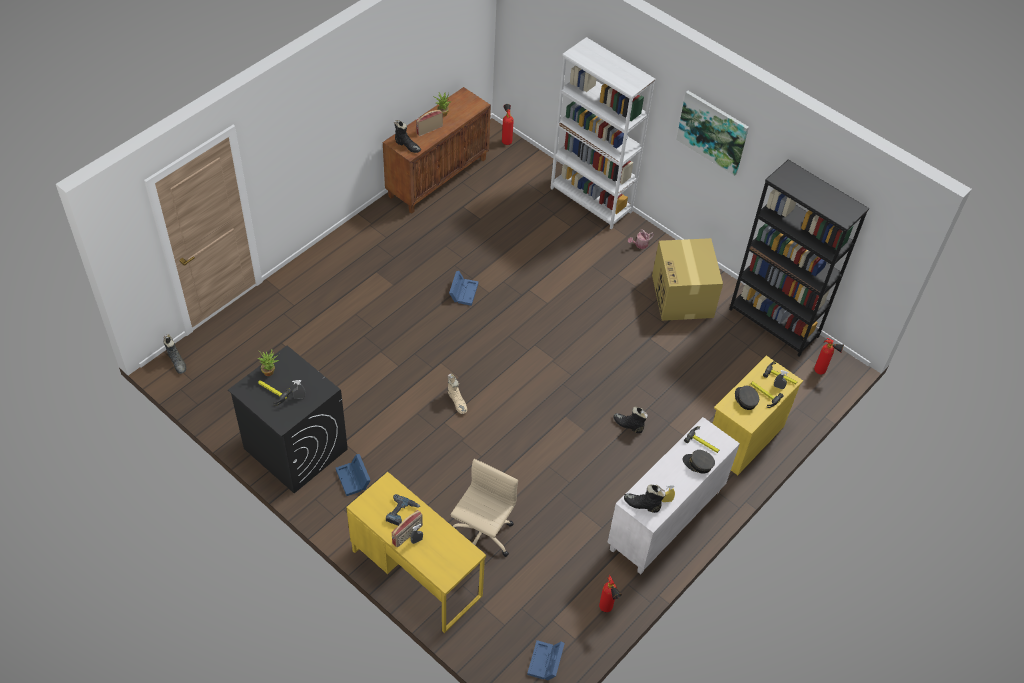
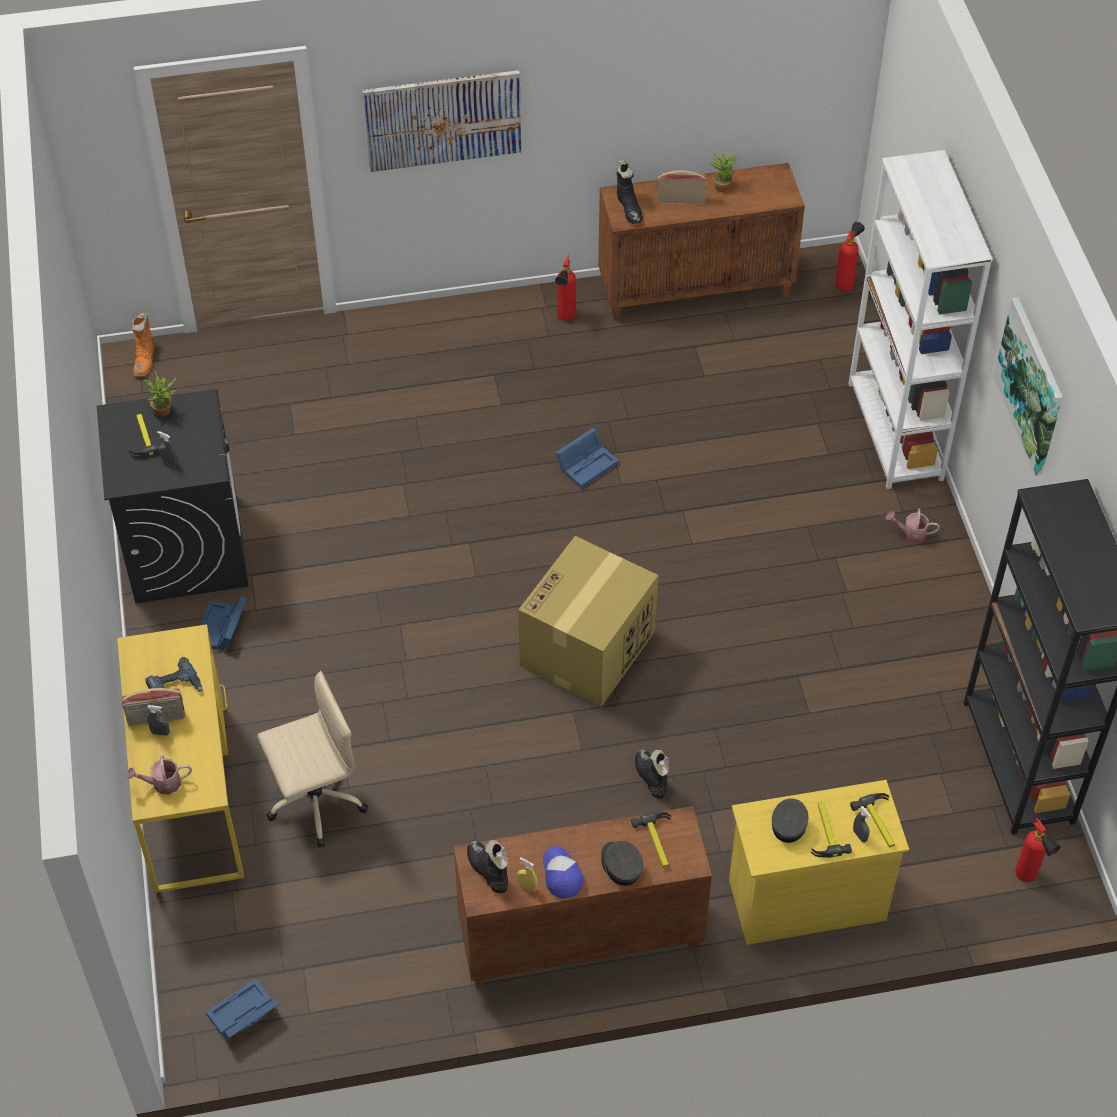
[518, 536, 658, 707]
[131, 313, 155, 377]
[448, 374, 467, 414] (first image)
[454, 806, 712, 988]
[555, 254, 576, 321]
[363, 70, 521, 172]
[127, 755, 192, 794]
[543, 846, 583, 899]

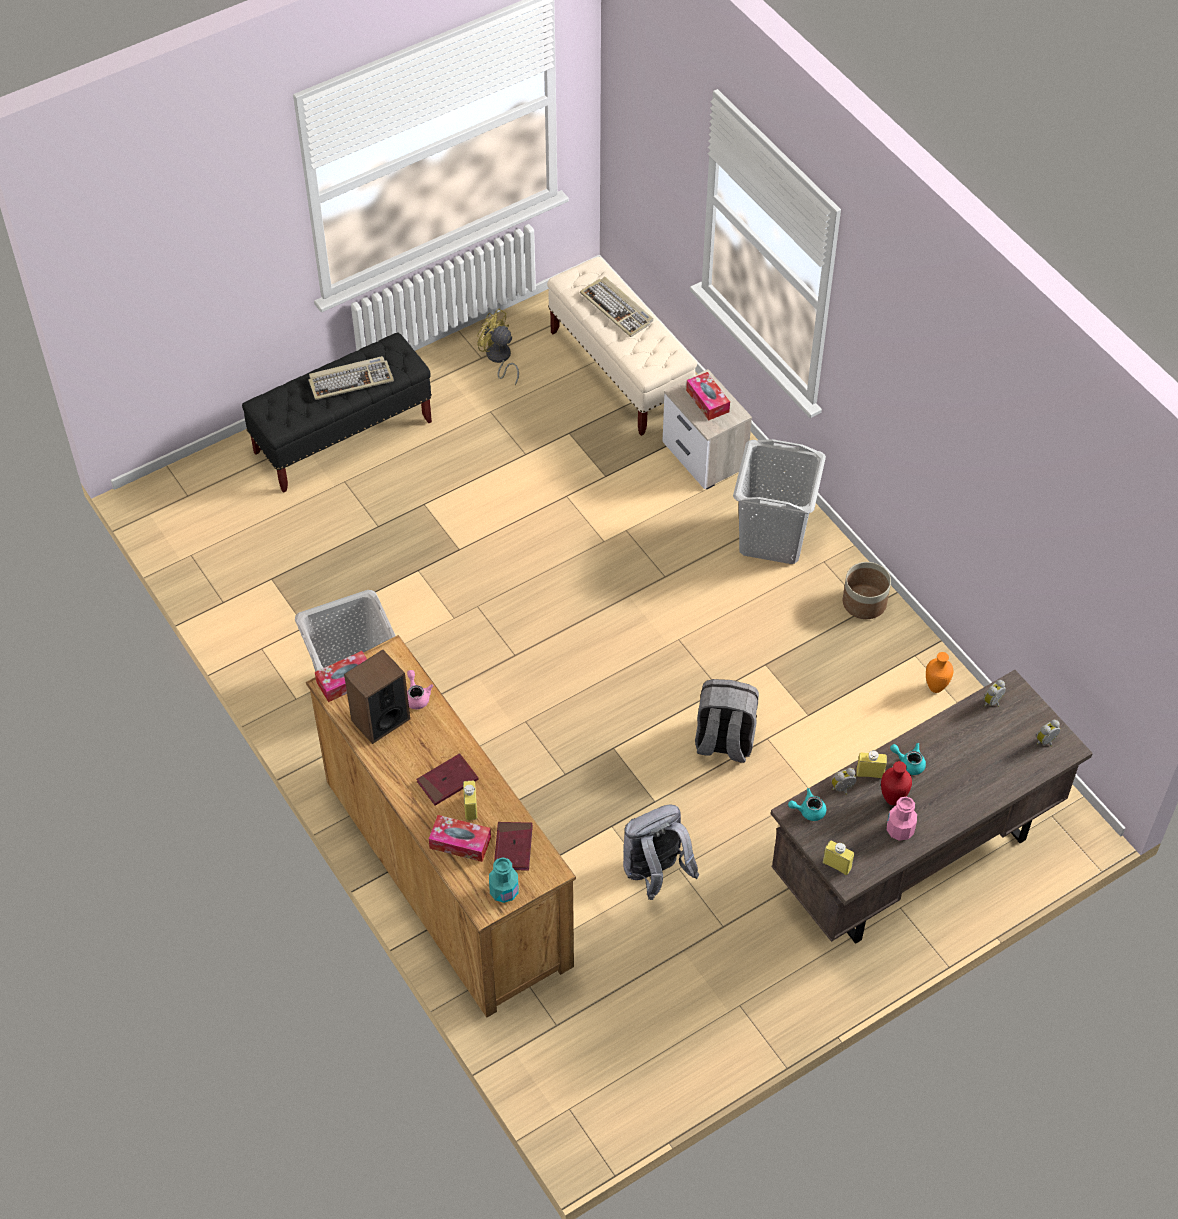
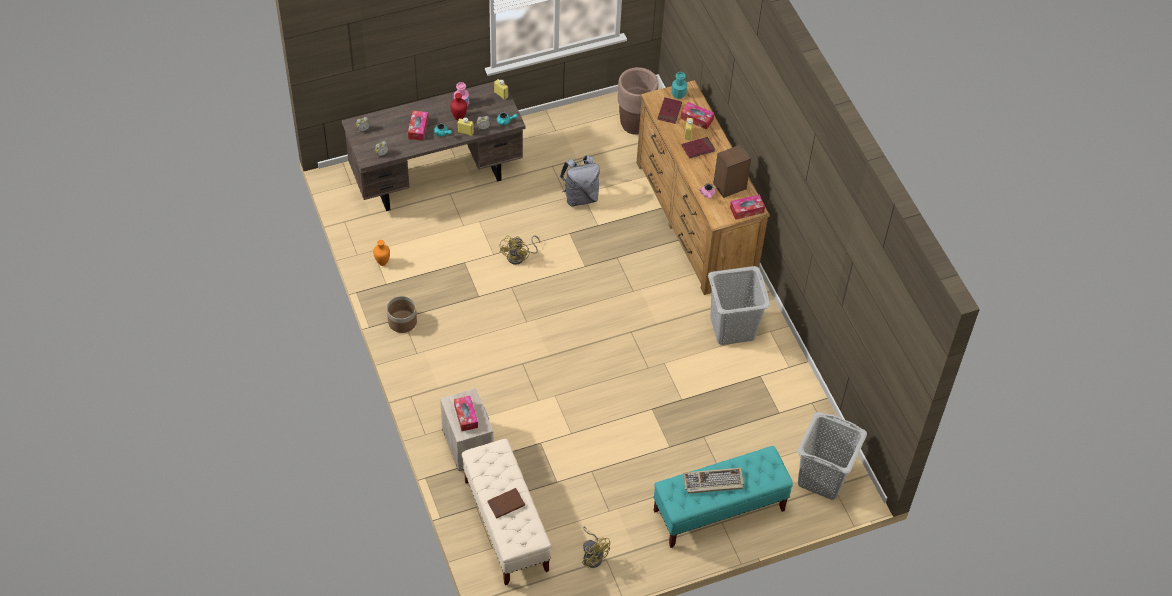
[488, 488, 525, 519]
[653, 446, 793, 548]
[797, 412, 867, 500]
[499, 235, 540, 265]
[618, 67, 658, 135]
[408, 111, 428, 141]

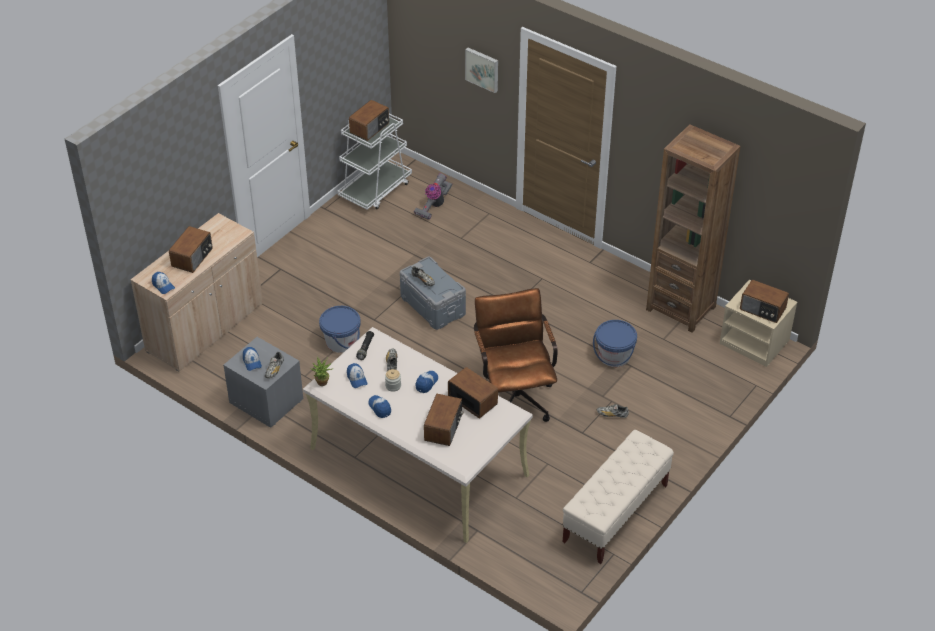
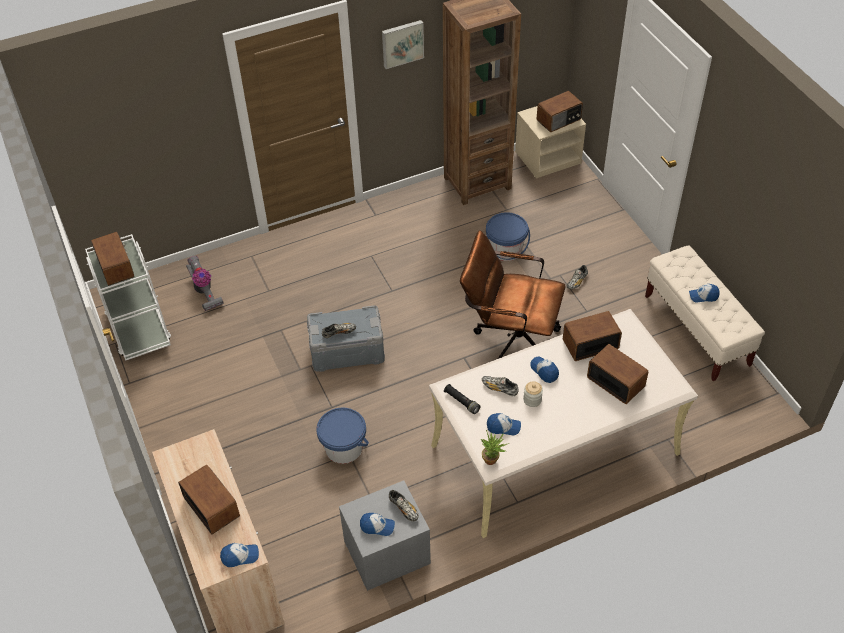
[382, 20, 424, 69]
[689, 284, 720, 303]

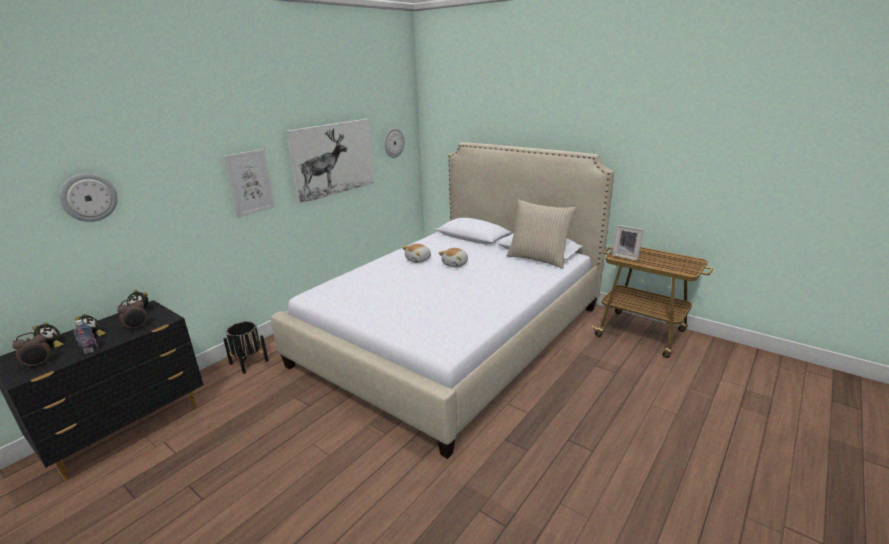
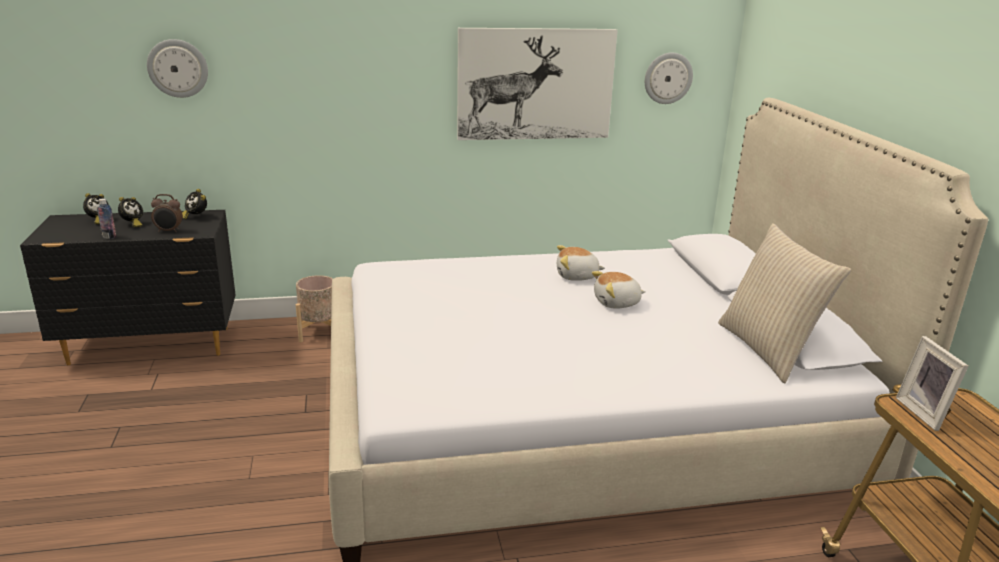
[224, 149, 275, 217] (first image)
[296, 275, 333, 342]
[12, 332, 50, 369] (first image)

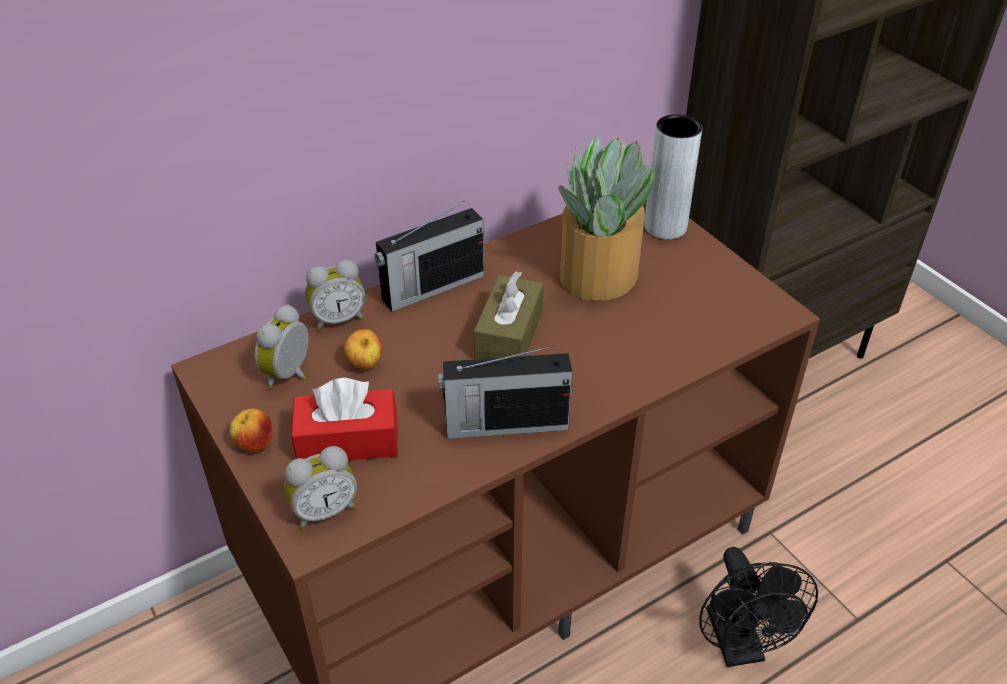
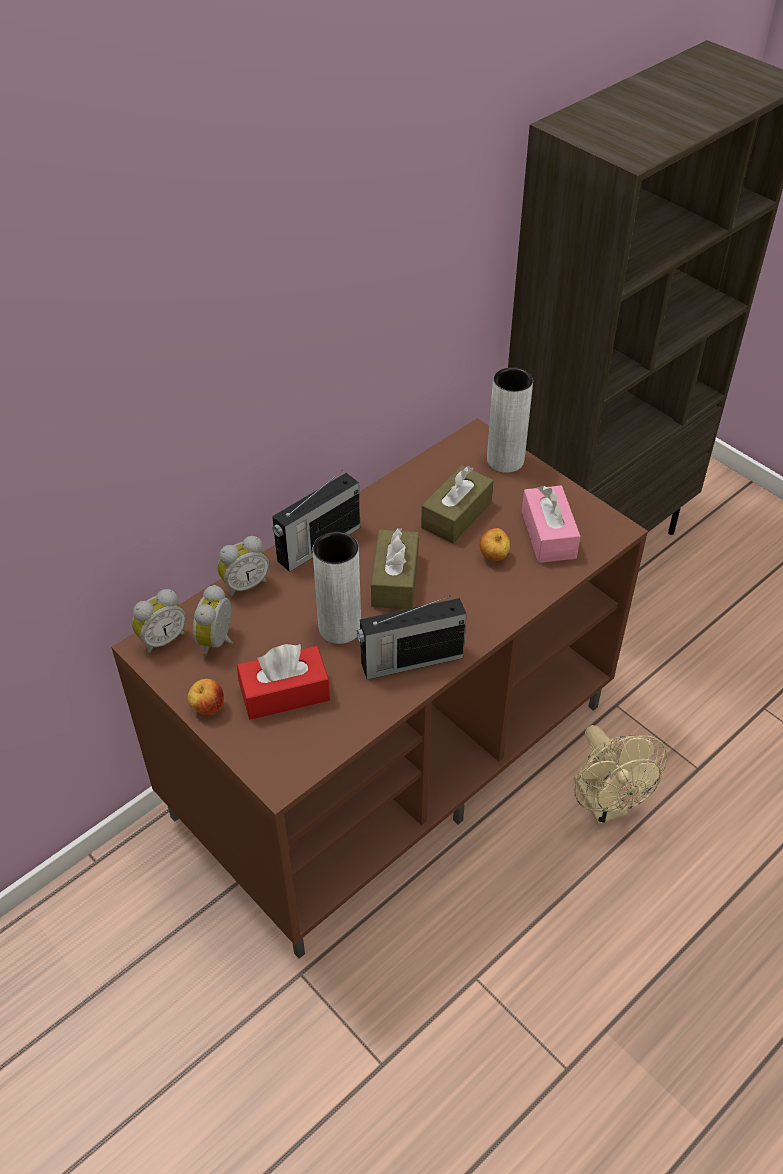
[421, 465, 493, 543]
[480, 528, 510, 561]
[132, 589, 186, 655]
[574, 725, 667, 825]
[522, 486, 580, 563]
[313, 532, 361, 644]

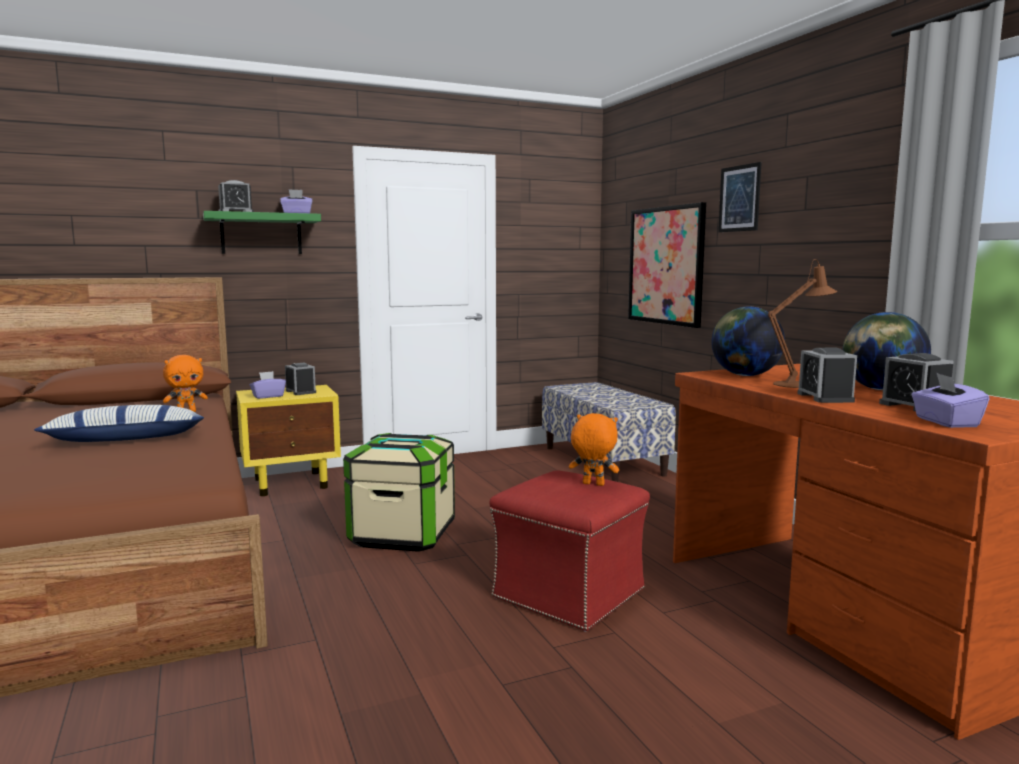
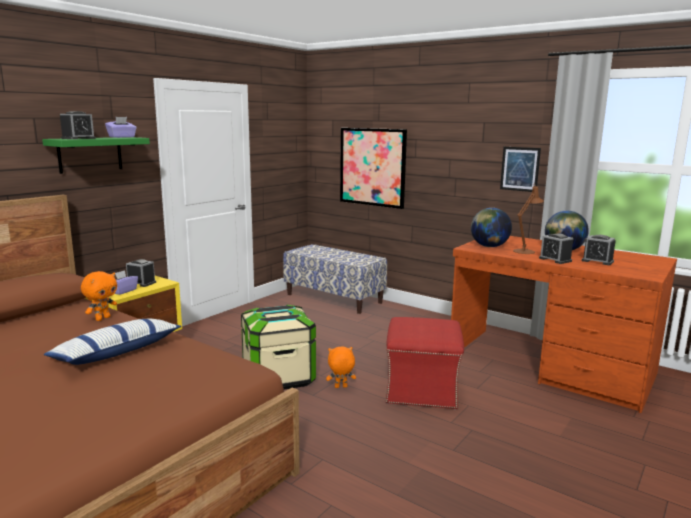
[500, 147, 541, 192]
[911, 373, 990, 428] (first image)
[326, 347, 356, 388]

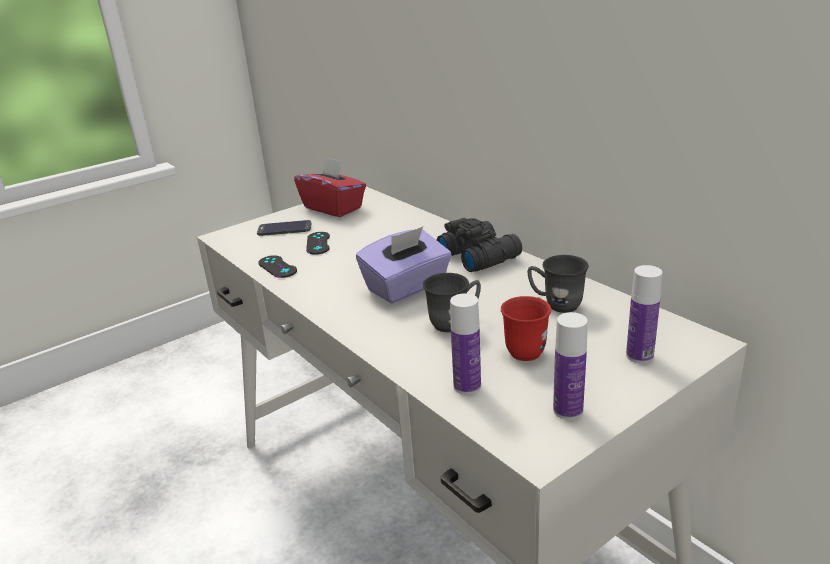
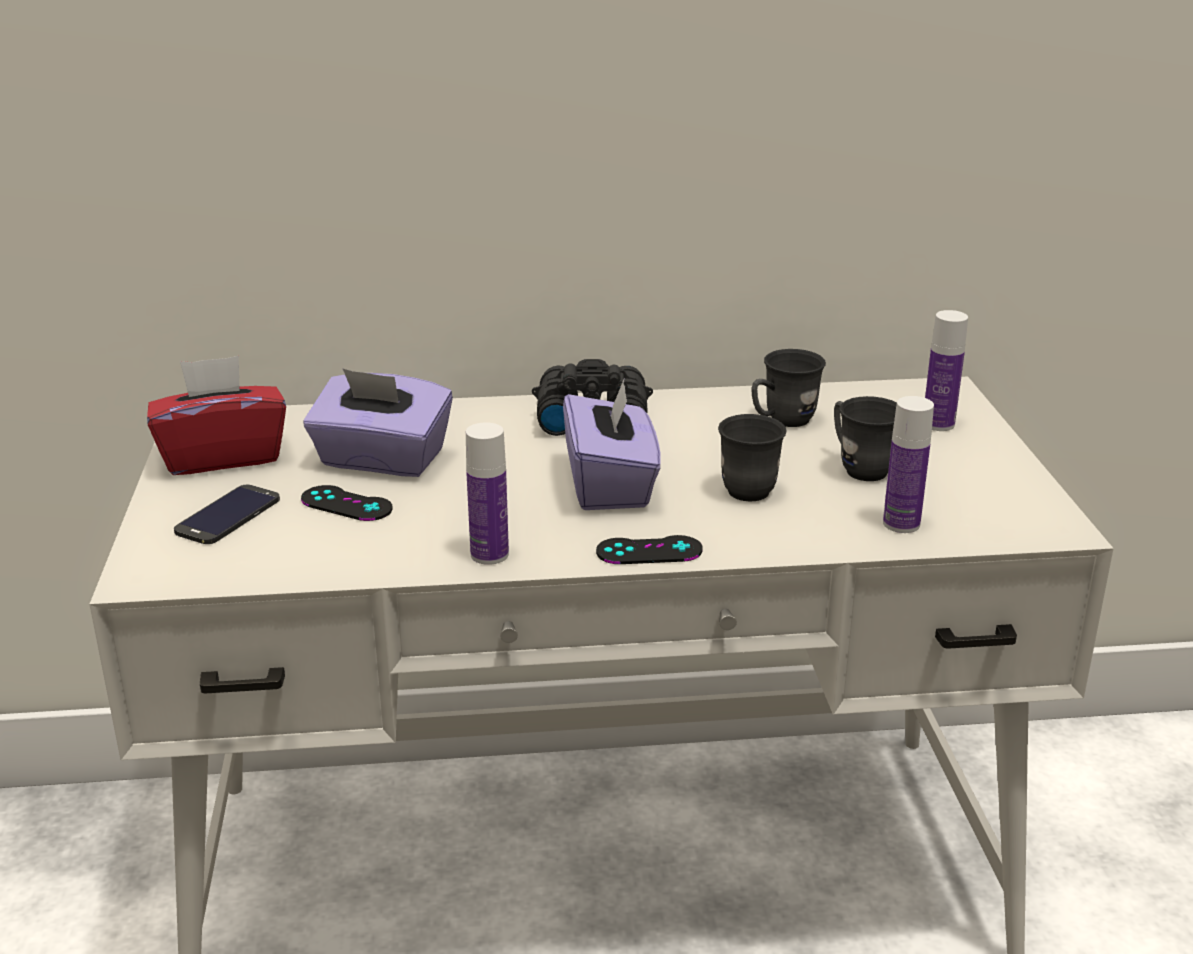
[596, 535, 703, 564]
[834, 396, 897, 481]
[466, 423, 509, 565]
[304, 369, 453, 477]

